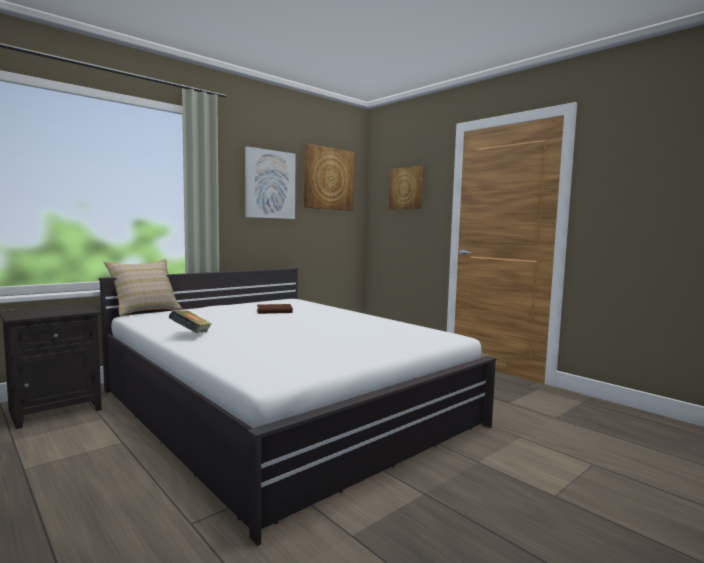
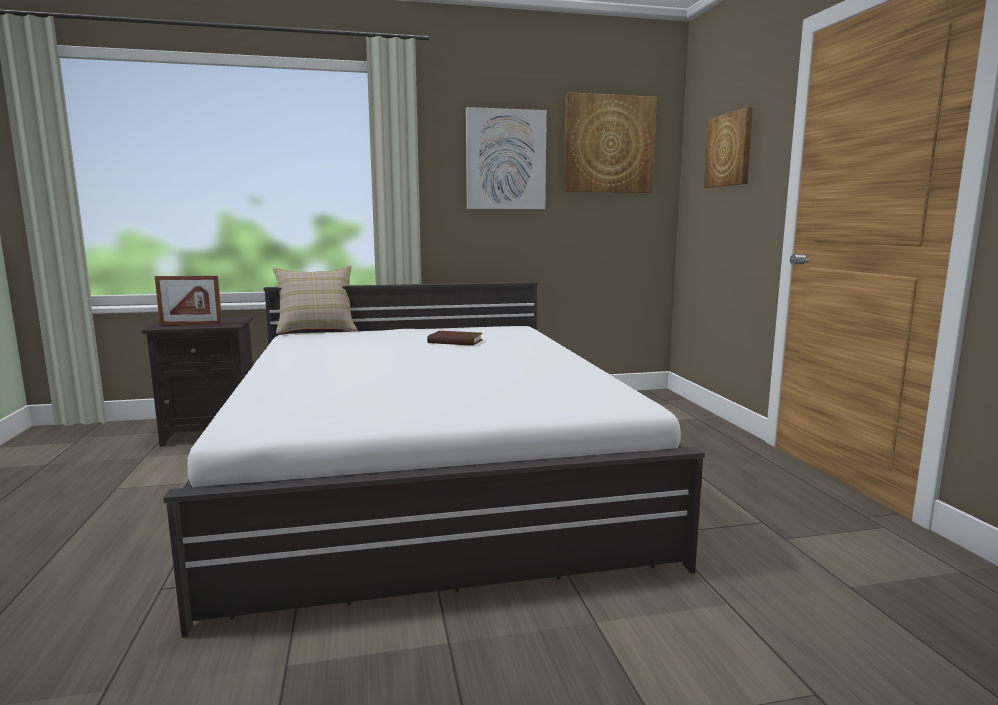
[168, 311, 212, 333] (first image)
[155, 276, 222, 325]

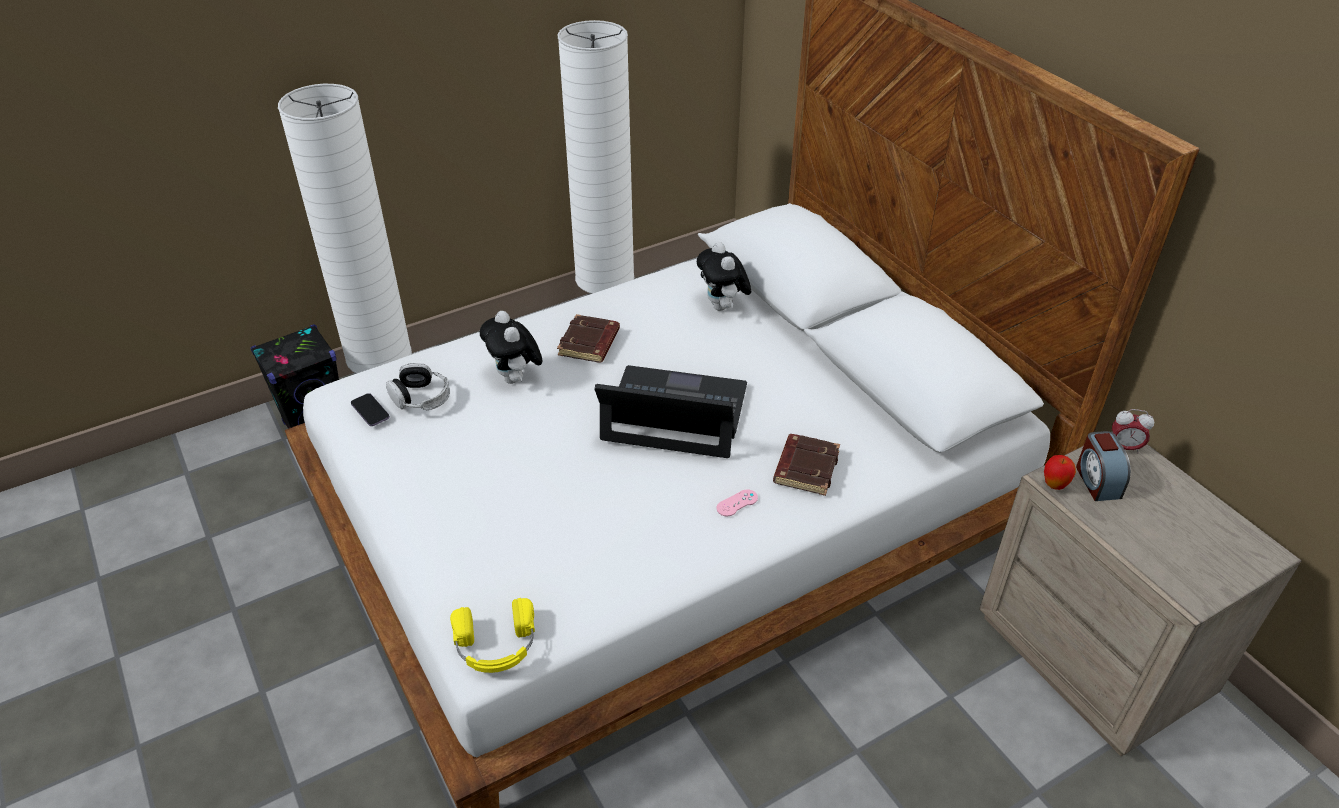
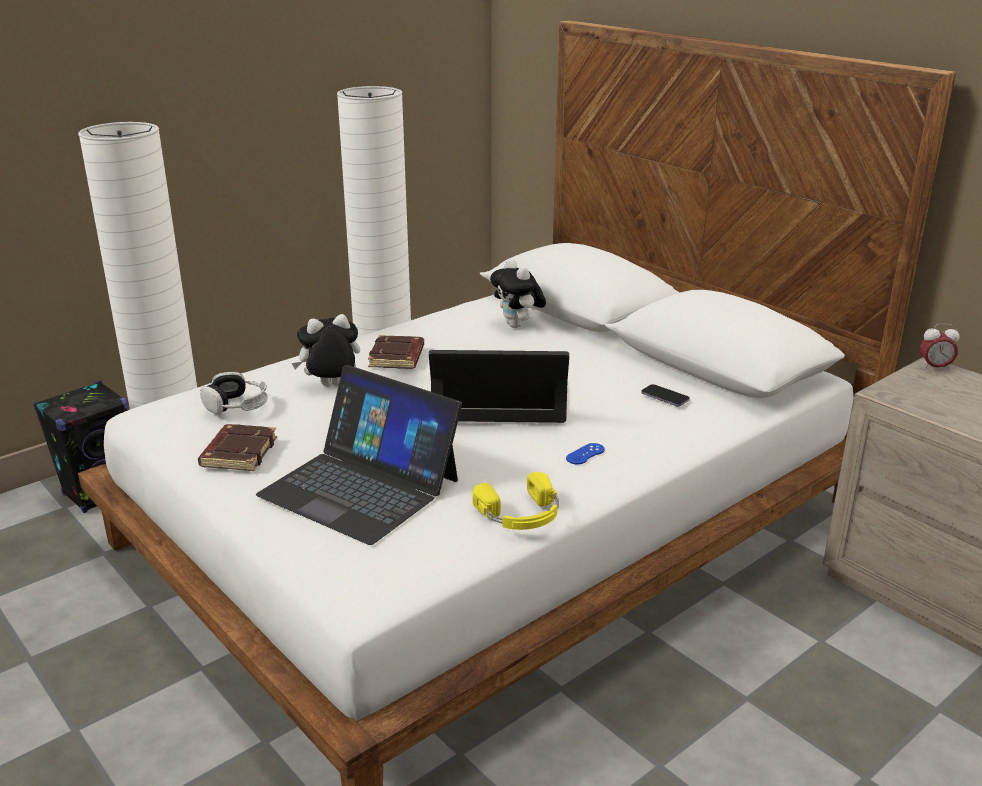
[292, 314, 360, 386]
[641, 384, 690, 407]
[1076, 431, 1131, 501] (first image)
[198, 424, 277, 471]
[1044, 455, 1076, 490] (first image)
[566, 443, 604, 465]
[472, 472, 559, 530]
[256, 365, 462, 545]

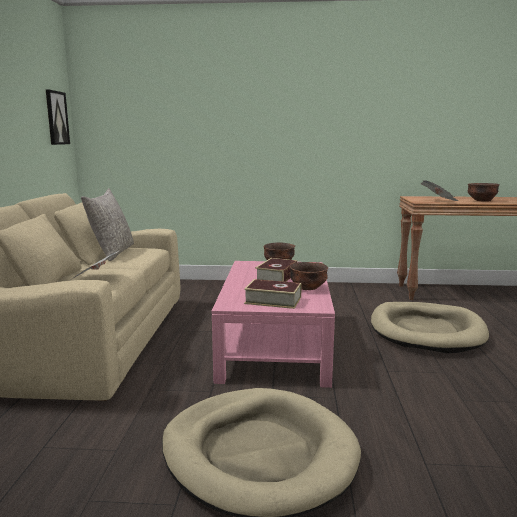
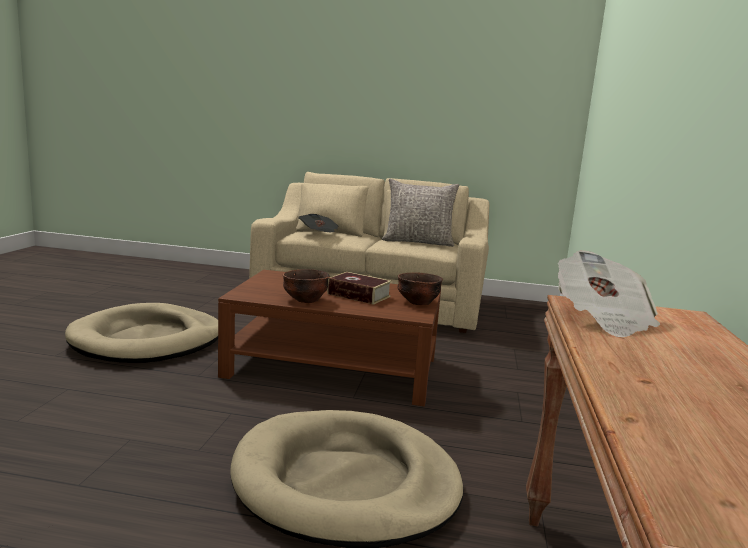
[46, 89, 70, 145] (first image)
[468, 183, 500, 202] (first image)
[218, 270, 441, 406]
[244, 279, 301, 309] (first image)

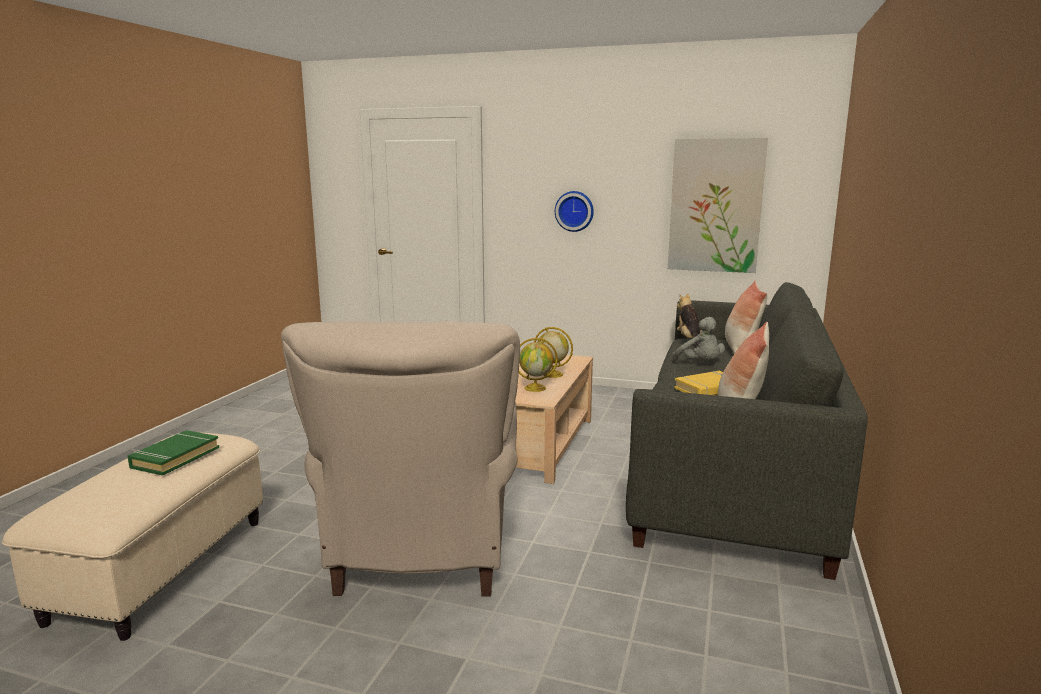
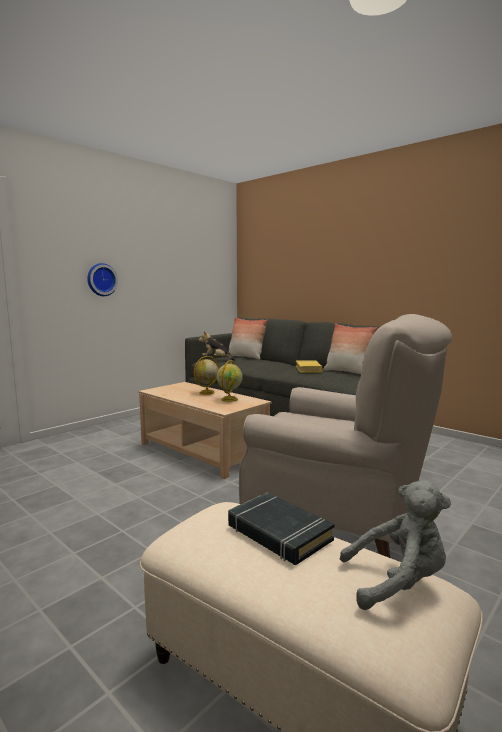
[668, 138, 768, 273] (first image)
[340, 481, 451, 610]
[228, 492, 335, 565]

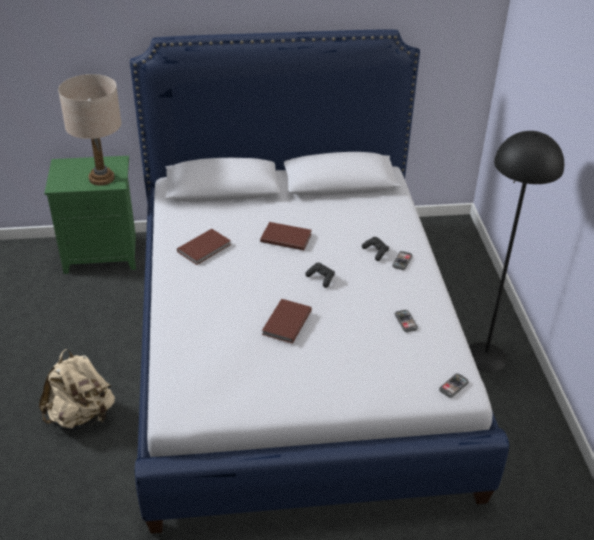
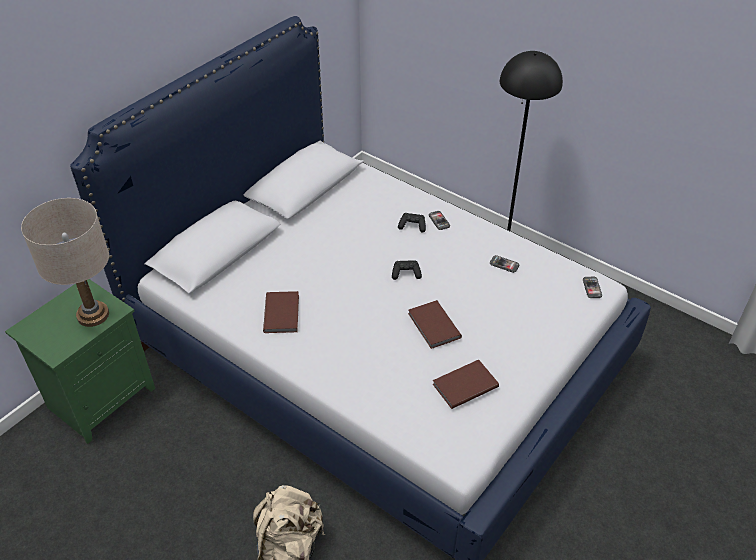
[433, 359, 499, 409]

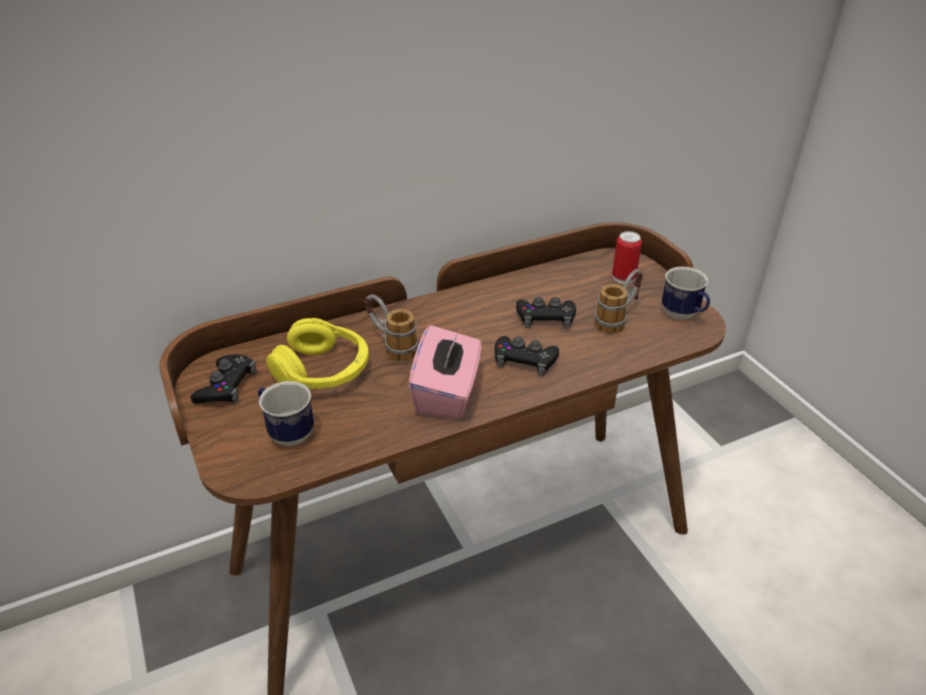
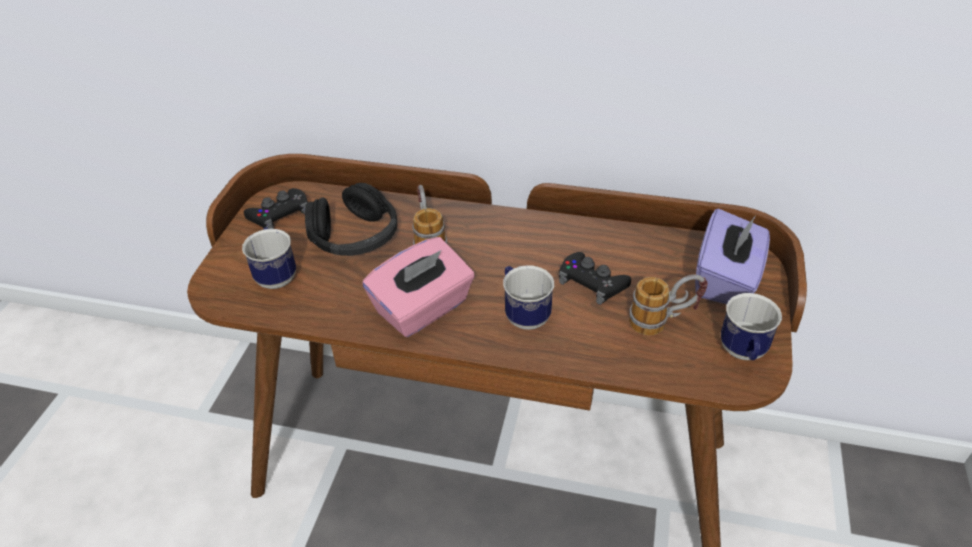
[695, 208, 770, 304]
[305, 183, 397, 256]
[503, 265, 554, 330]

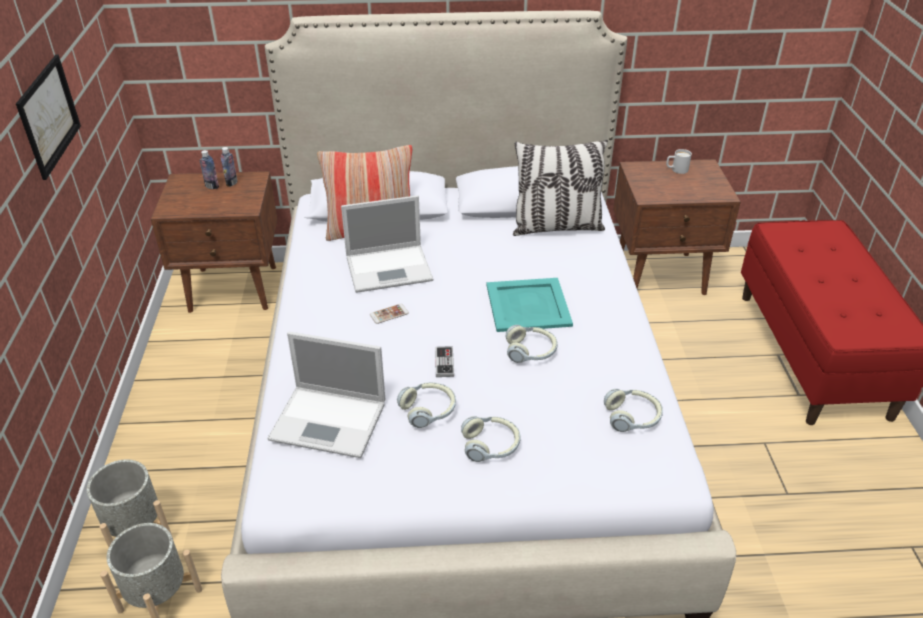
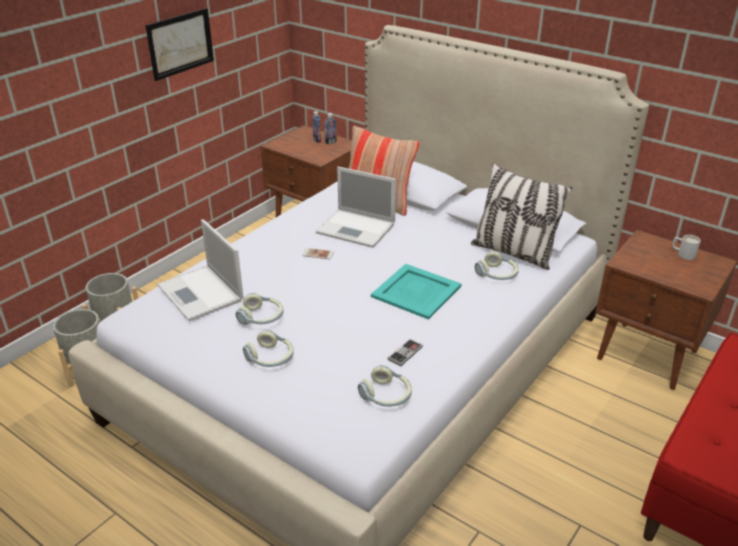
[475, 251, 519, 280]
[388, 339, 423, 366]

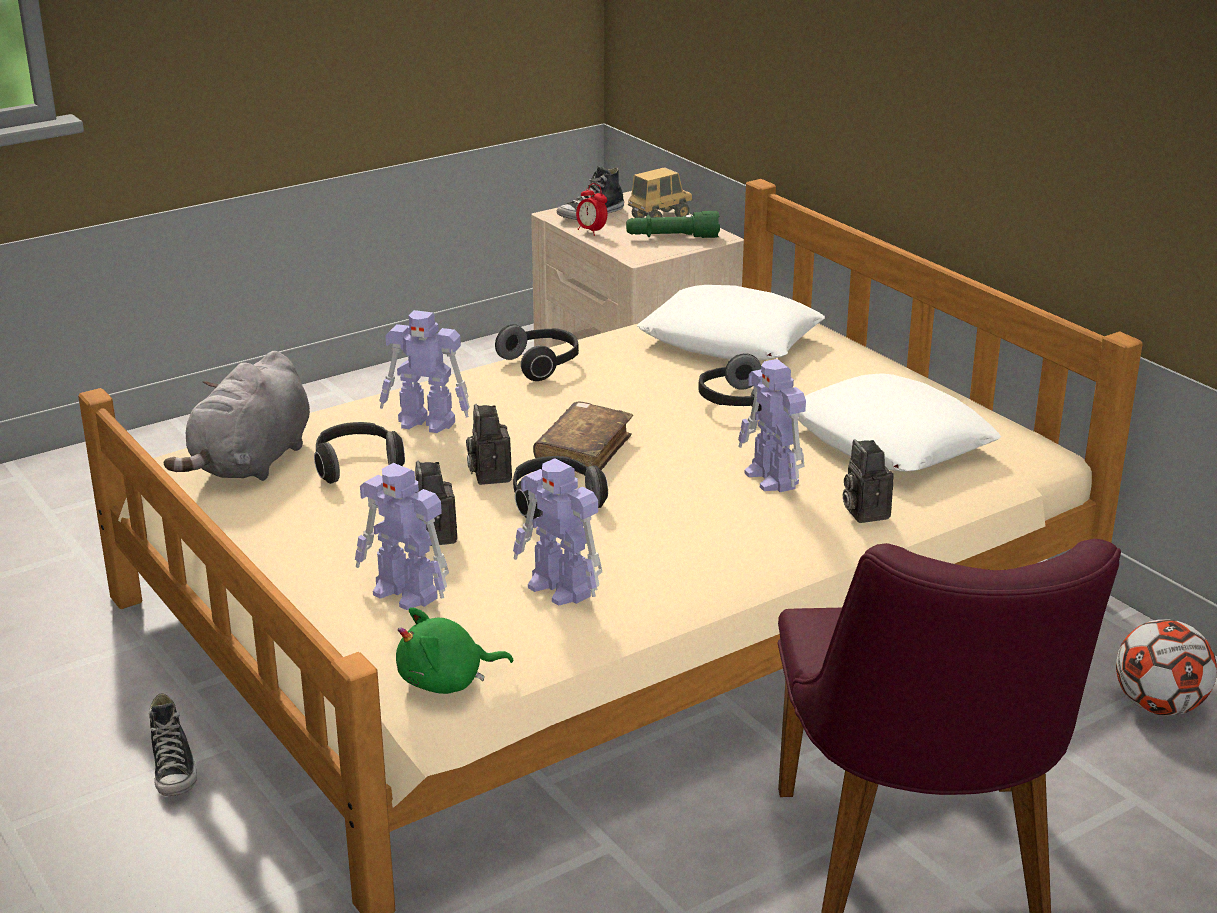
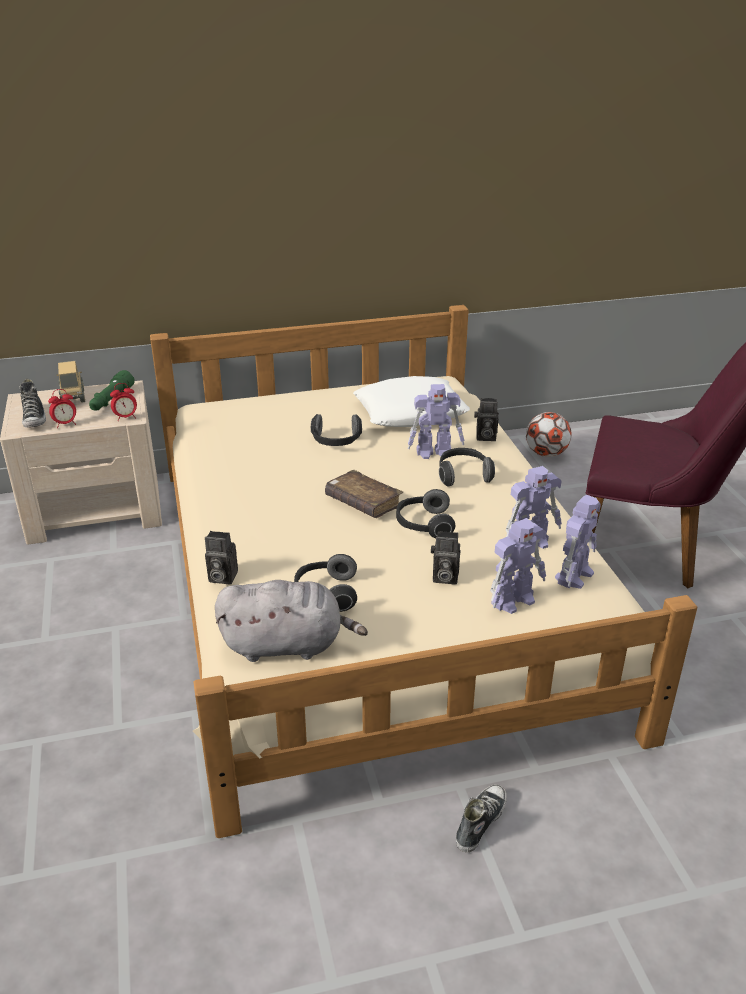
[637, 285, 825, 360] (first image)
[555, 495, 601, 589]
[439, 448, 495, 487]
[215, 580, 368, 662]
[205, 531, 238, 585]
[396, 607, 513, 694] (first image)
[456, 784, 507, 853]
[110, 383, 137, 421]

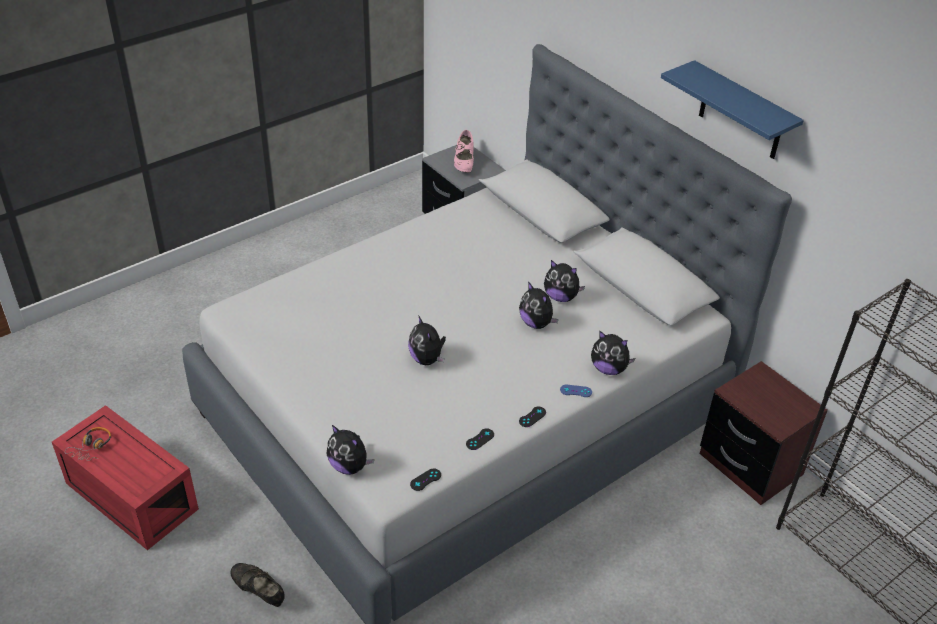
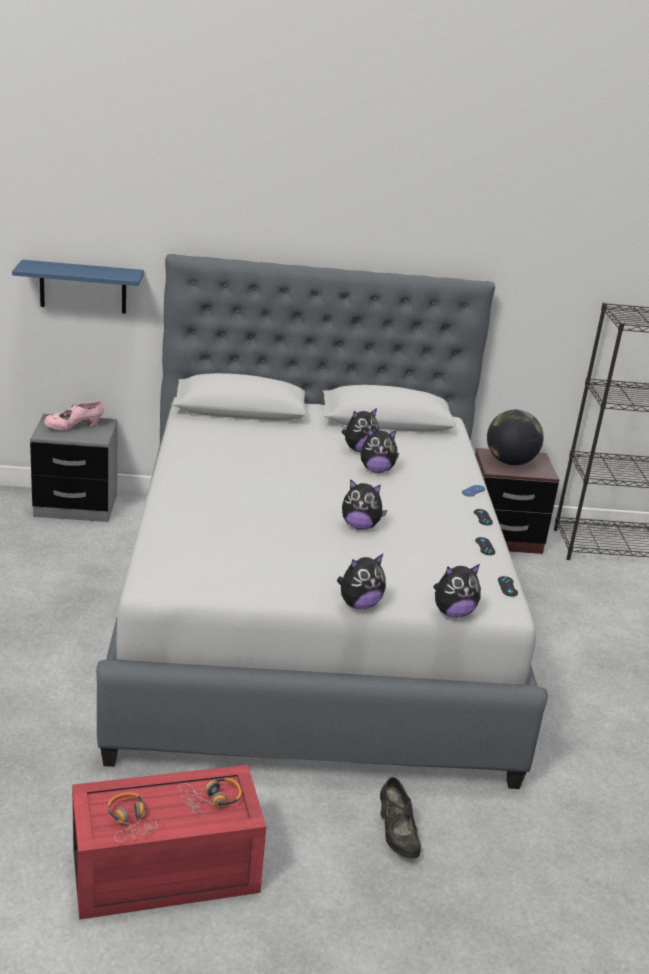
[12, 260, 144, 314]
[44, 400, 104, 430]
[337, 554, 386, 609]
[380, 777, 421, 858]
[487, 410, 544, 465]
[178, 778, 242, 817]

